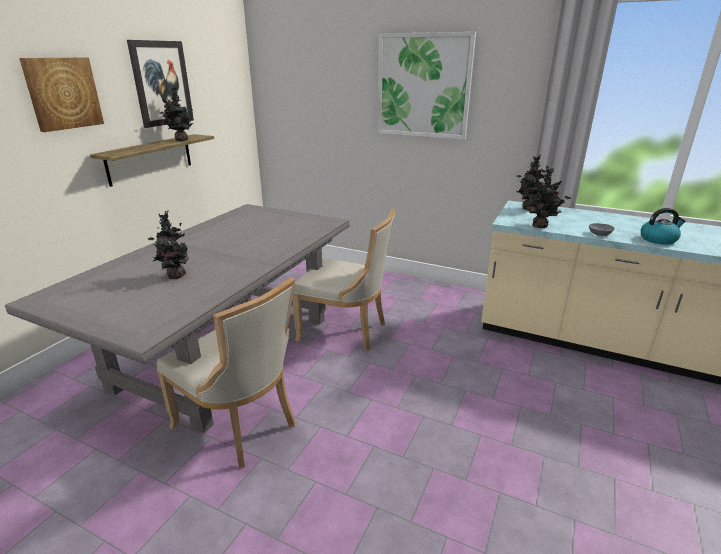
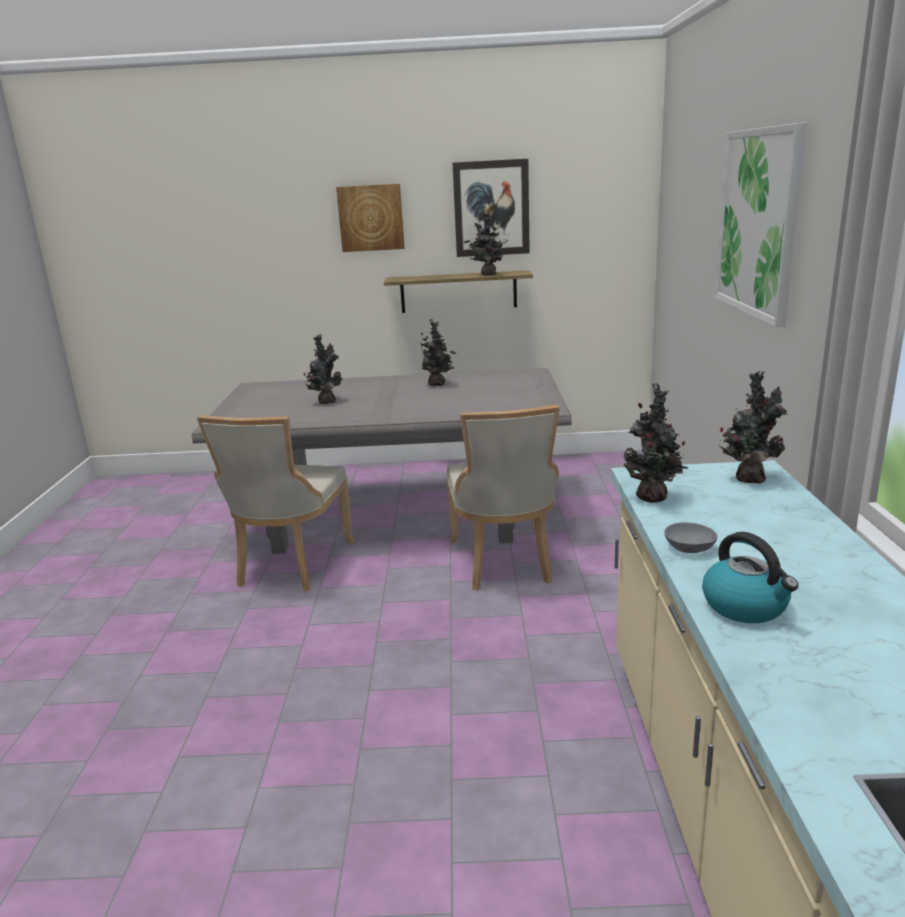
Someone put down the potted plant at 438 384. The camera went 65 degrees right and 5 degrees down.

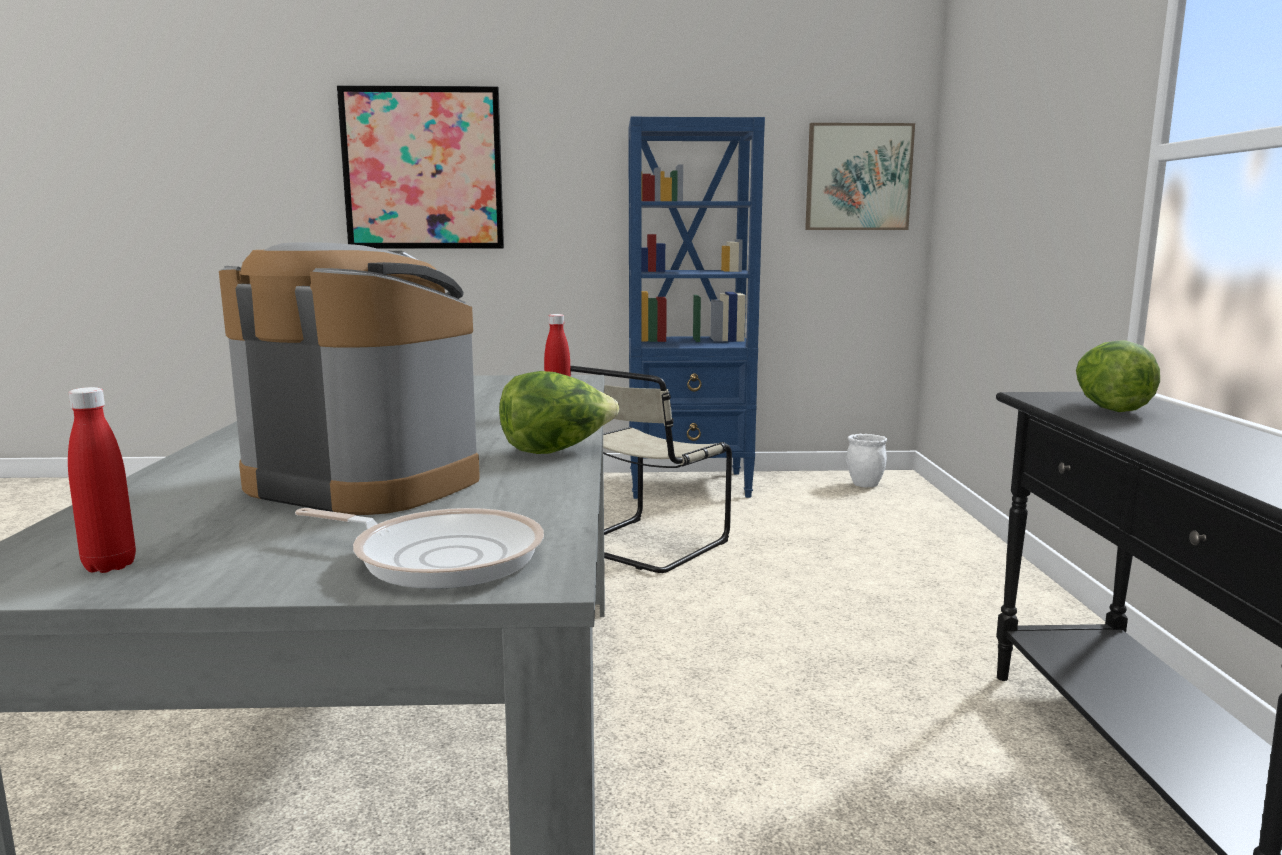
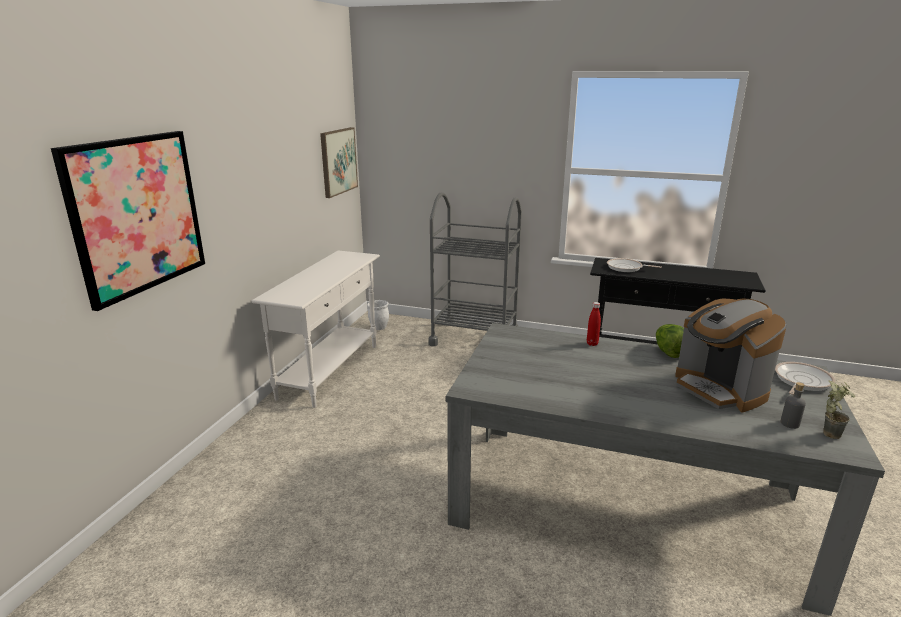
Someone swapped the blue bookcase at 690 485 for the white console table at 330 371. Someone rotated the coffee machine at 365 482 by 75 degrees counterclockwise. Someone swapped the lettuce at 1109 408 for the frying pan at 626 268. Someone took away the beige chair at 645 546. Someone swapped the red bottle at 109 566 for the potted plant at 829 432. Someone put down the grey cart at 474 338. Someone put down the grey bottle at 789 423. The camera went 70 degrees left and 10 degrees up.

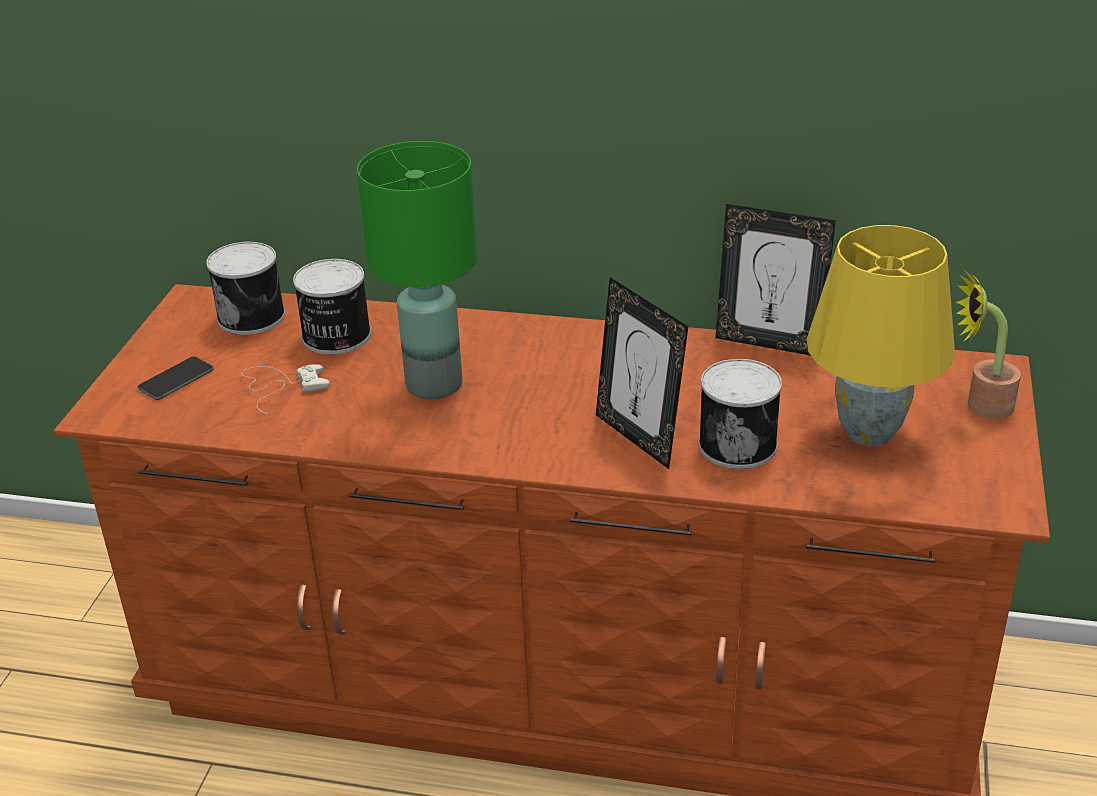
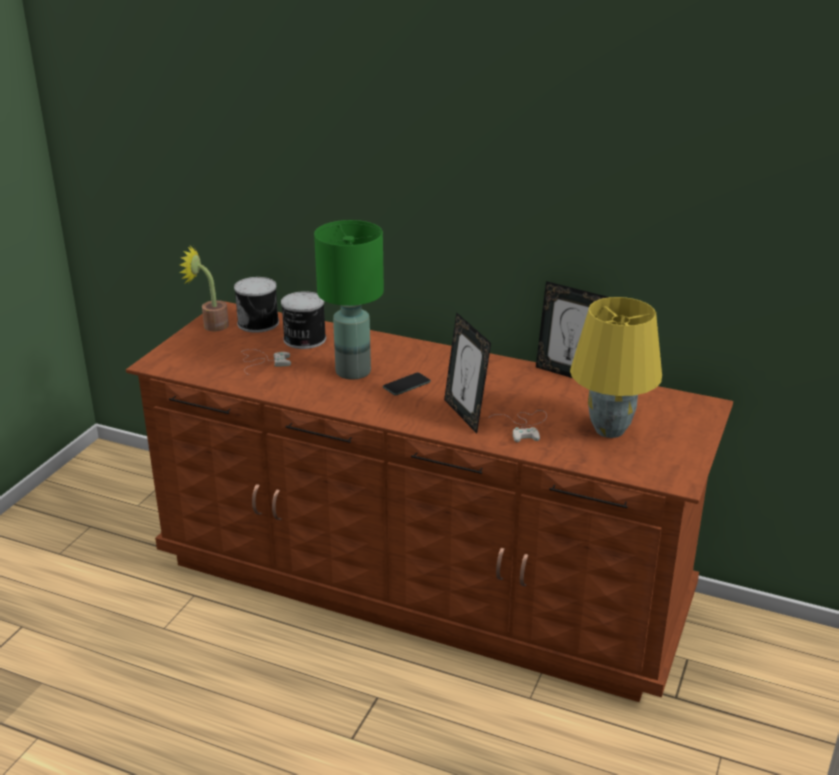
Someone carried the potted plant from 980 406 to 211 325. Someone carried the phone from 176 379 to 406 385. Someone swapped the can at 738 444 for the white game controller at 525 426. The camera went 10 degrees right and 5 degrees down.

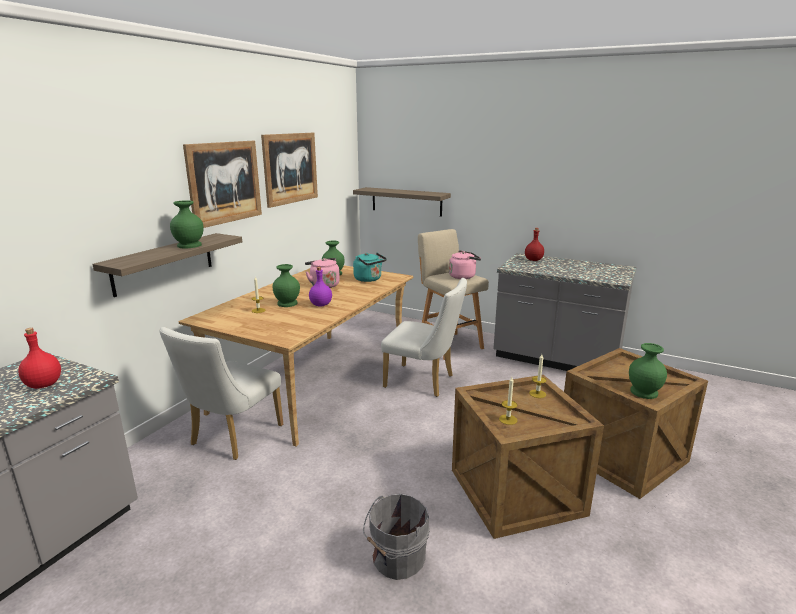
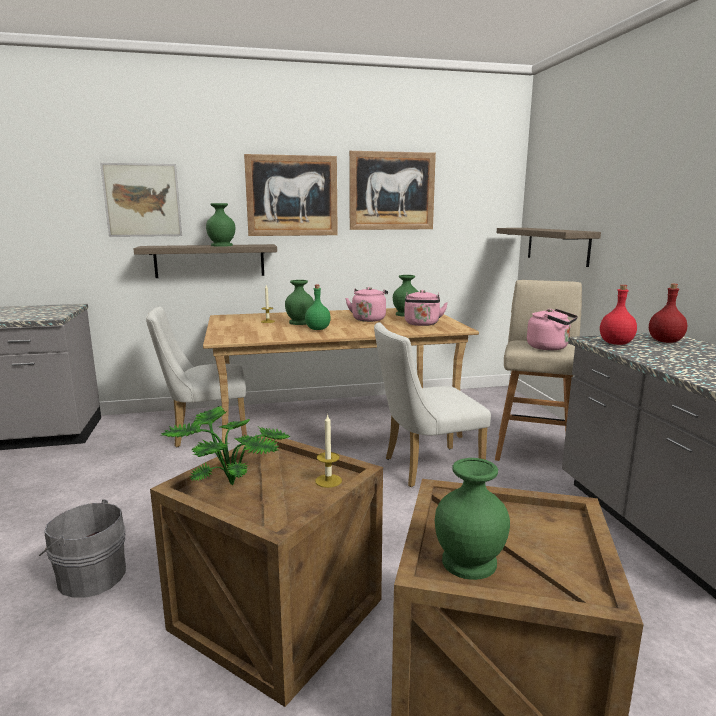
Someone repainted the turquoise kettle at 369 279, which became the pink kettle at 422 324. Someone repainted the purple bottle at 320 305, which became the green bottle at 318 329. Someone rotated the white chair at 424 382 by 90 degrees clockwise. Someone carried the red bottle from 43 385 to 615 343. Someone swapped the candle at 508 419 for the potted plant at 230 481. Someone put up the picture at 142 200. The camera went 50 degrees right and 5 degrees down.

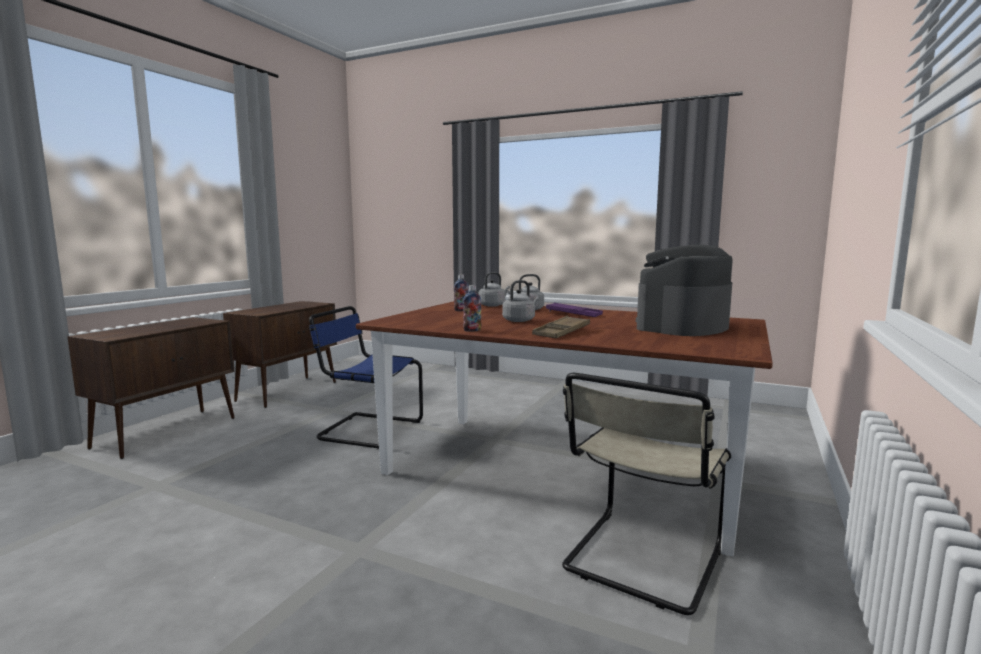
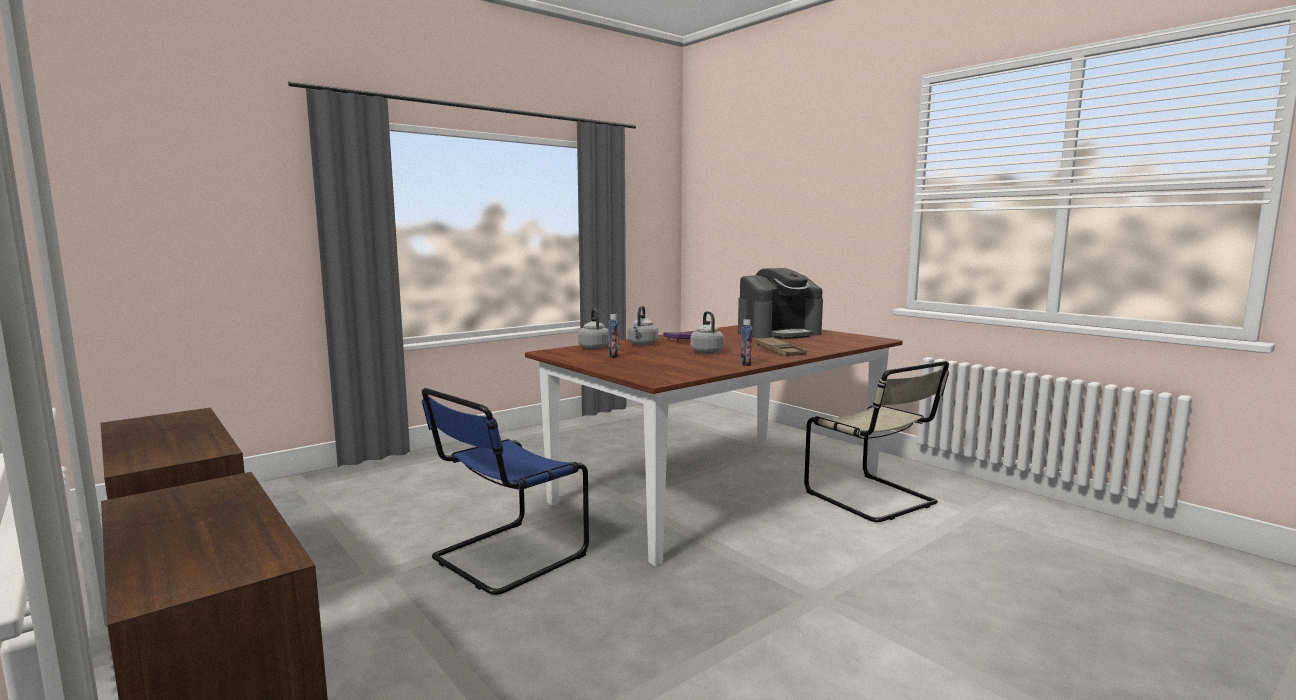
Someone rotated the coffee machine at 682 326 by 90 degrees counterclockwise. The camera went 65 degrees left and 0 degrees up.

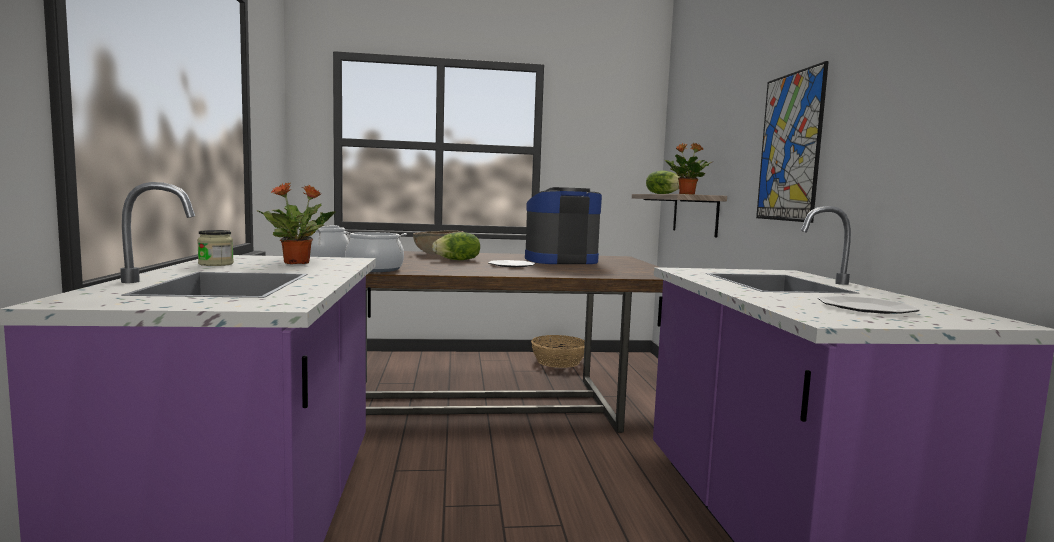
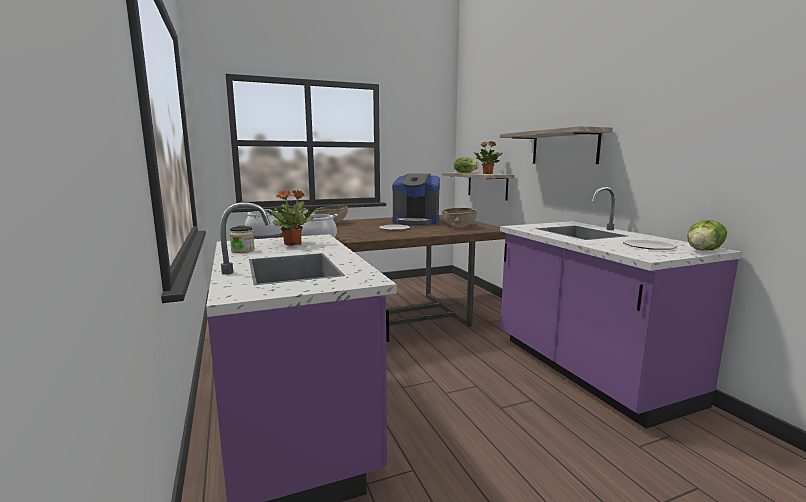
Someone swapped the picture at 790 147 for the shelf at 564 147. Someone rotated the coffee machine at 560 260 by 135 degrees counterclockwise. Someone carried the lettuce from 458 260 to 704 250. Someone took away the basket at 558 362. Someone put down the brown bowl at 459 226. The camera went 15 degrees left and 5 degrees up.

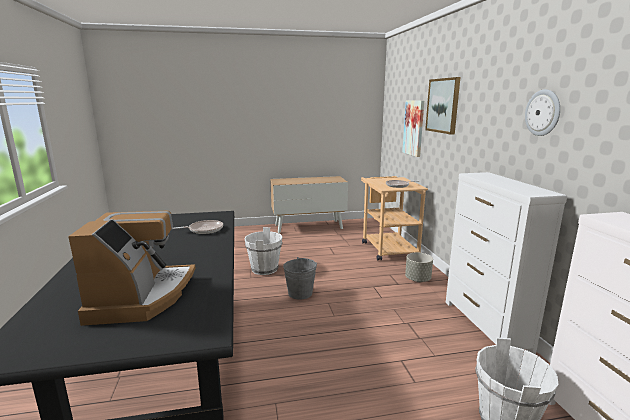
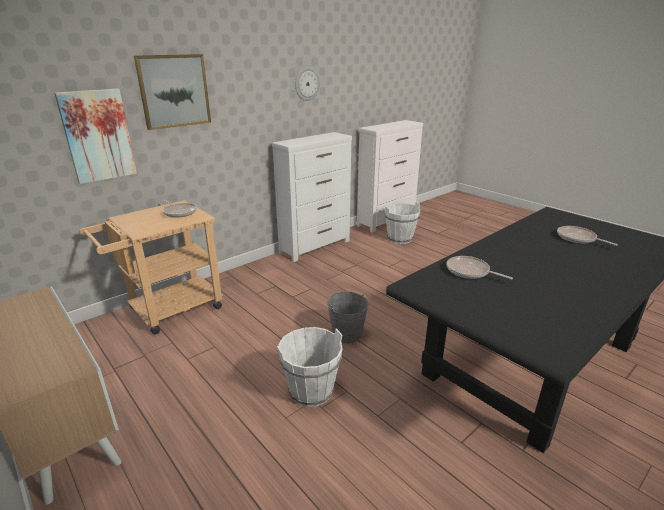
Someone swapped the coffee machine at 142 297 for the frying pan at 578 238. Someone took away the grey planter at 417 279. The camera went 120 degrees left and 10 degrees up.

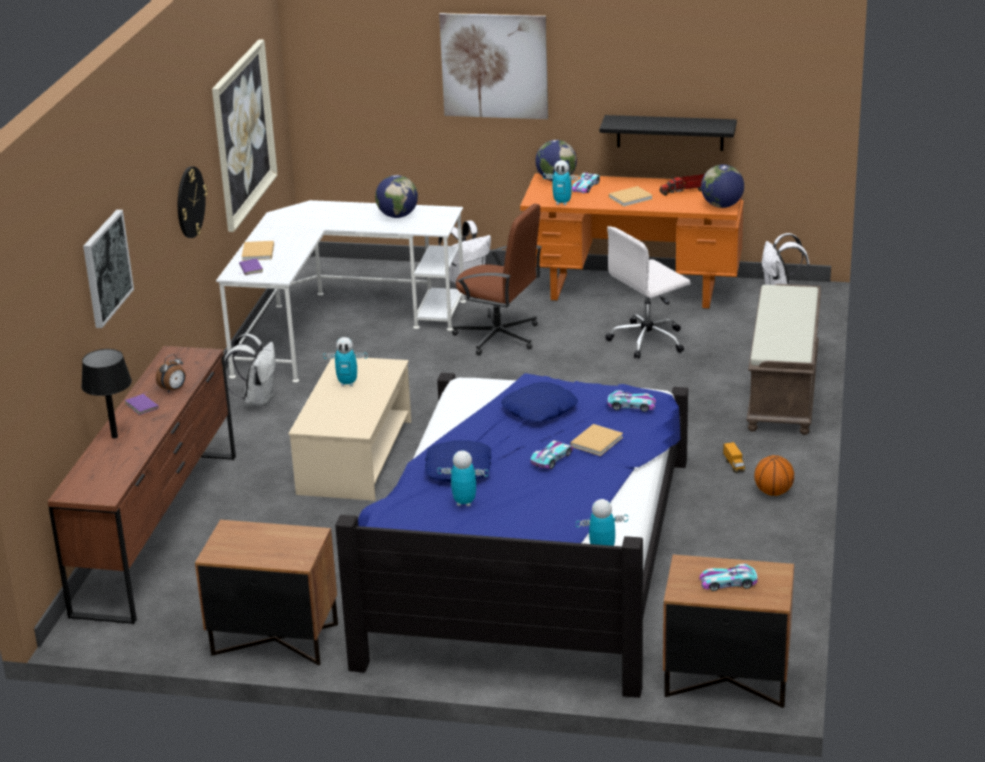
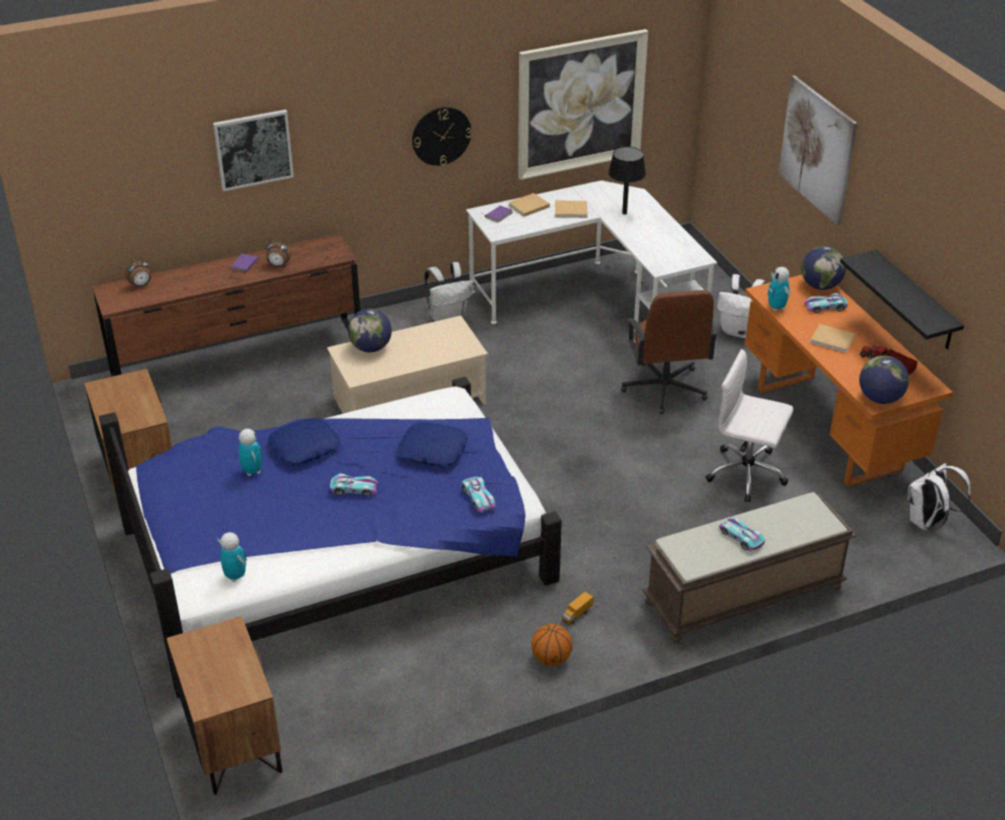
Someone carried the globe from 397 216 to 371 348. Someone took away the toy robot at 347 383. Someone carried the black table lamp from 114 436 to 624 213. Someone carried the beige book from 597 441 to 572 210. Someone carried the toy car from 728 582 to 741 537. Someone put down the alarm clock at 141 285. The camera went 55 degrees right and 10 degrees up.

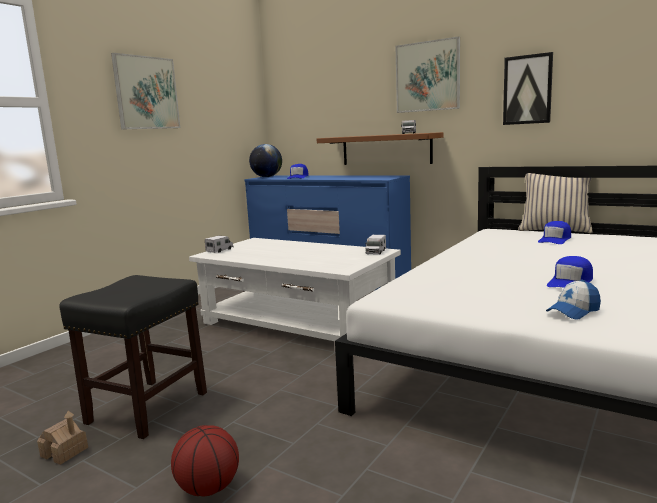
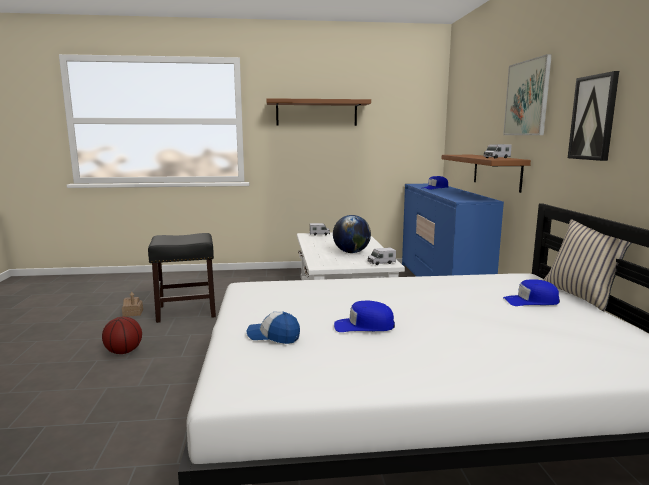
Someone swapped the picture at 146 93 for the brown shelf at 316 113. Someone carried the globe from 267 177 to 351 252. The camera went 50 degrees right and 0 degrees up.

